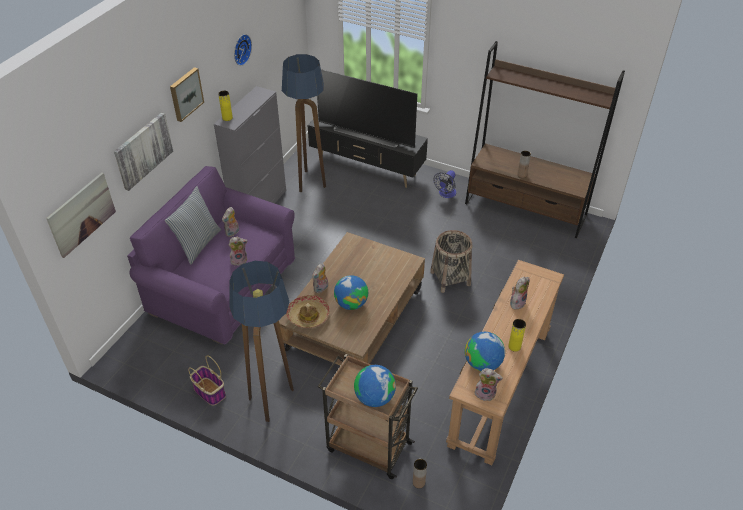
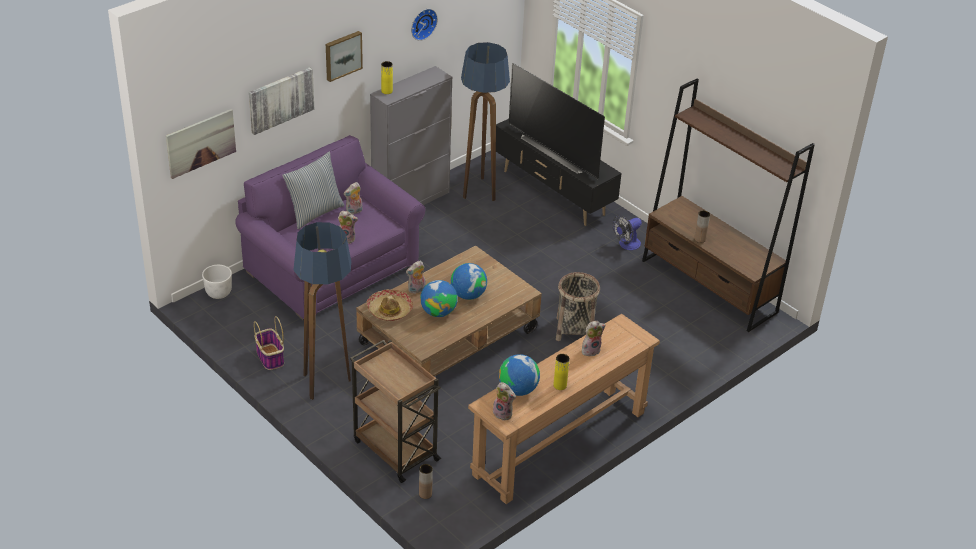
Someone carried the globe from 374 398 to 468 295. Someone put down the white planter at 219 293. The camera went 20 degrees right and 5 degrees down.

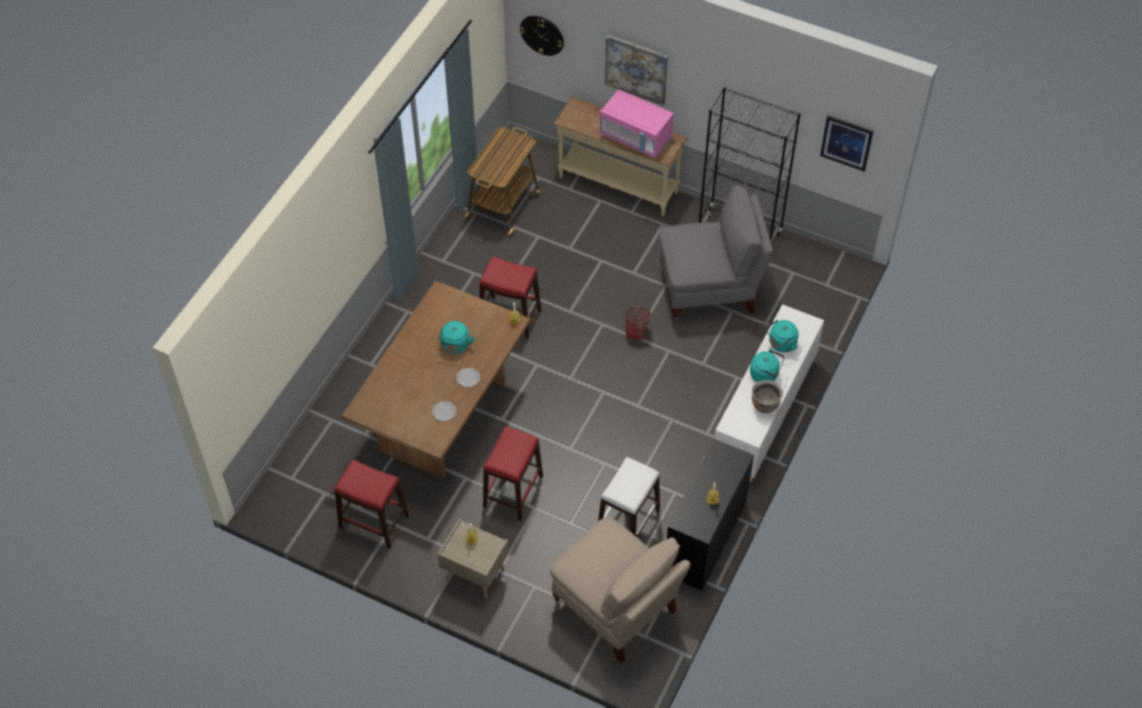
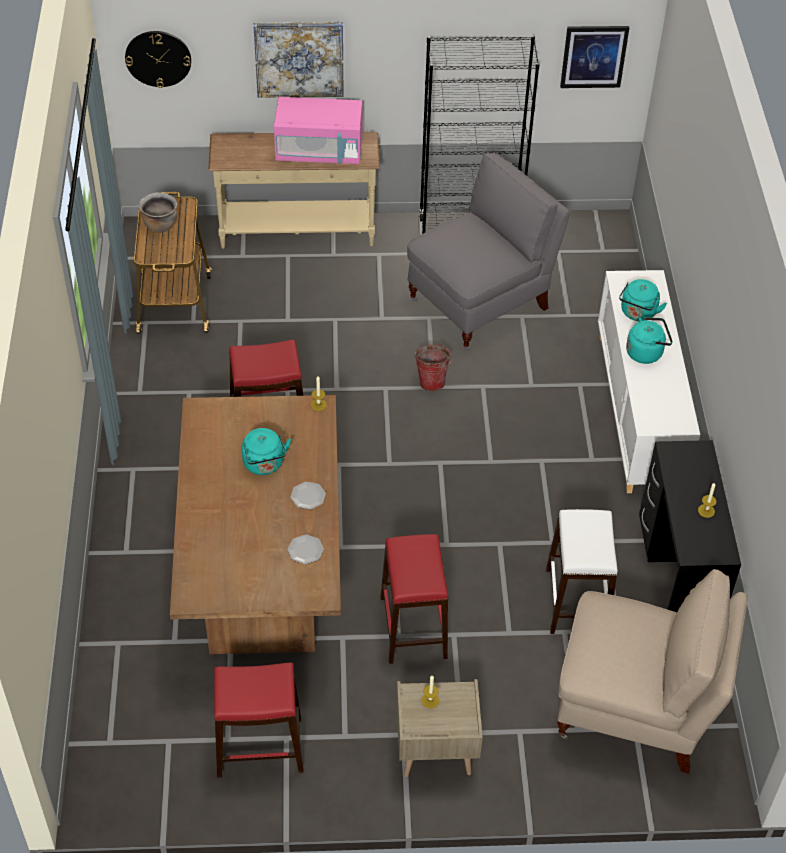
Someone carried the brown cooking pot from 764 405 to 160 225. The camera went 30 degrees left and 5 degrees down.

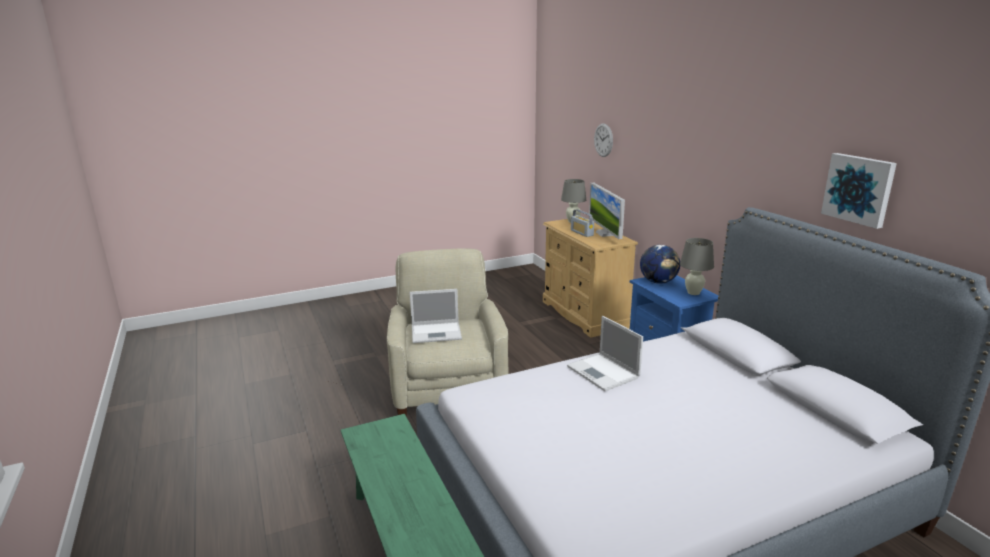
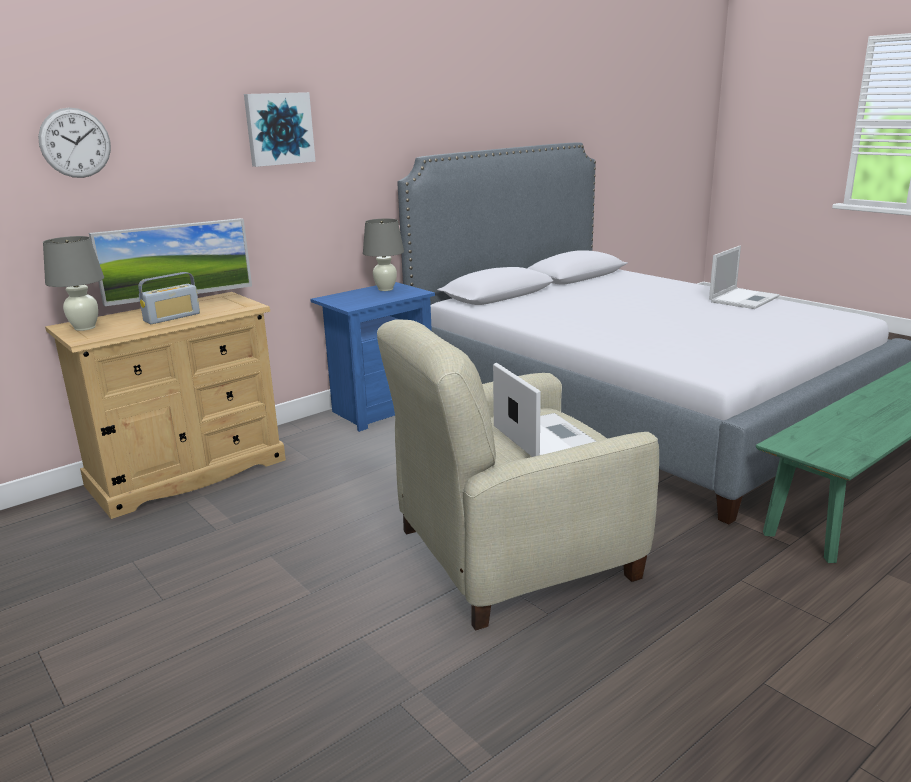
Someone carried the picture from 859 189 to 279 129. Someone took away the globe at 658 282. Someone carried the laptop from 604 372 to 744 299. The camera went 105 degrees left and 0 degrees up.

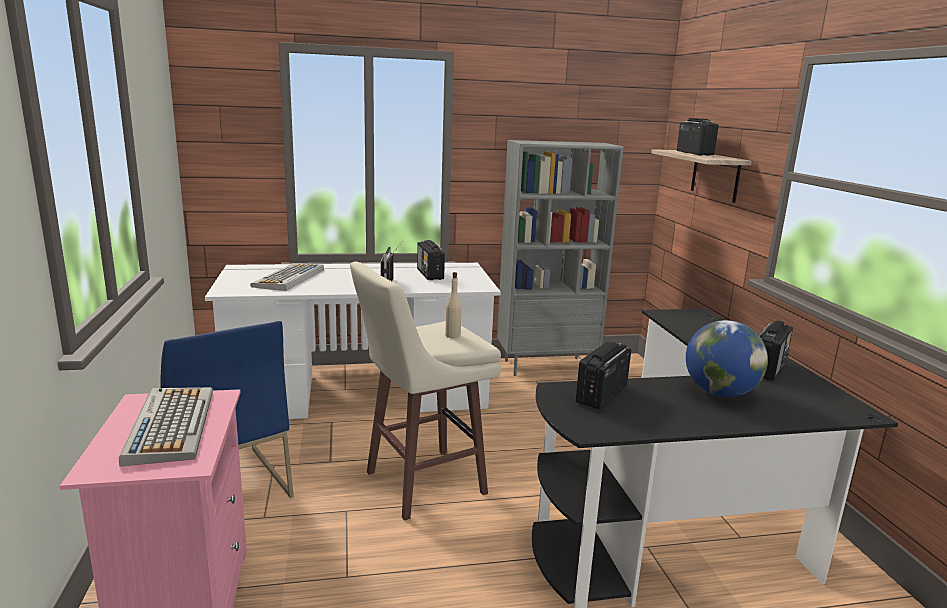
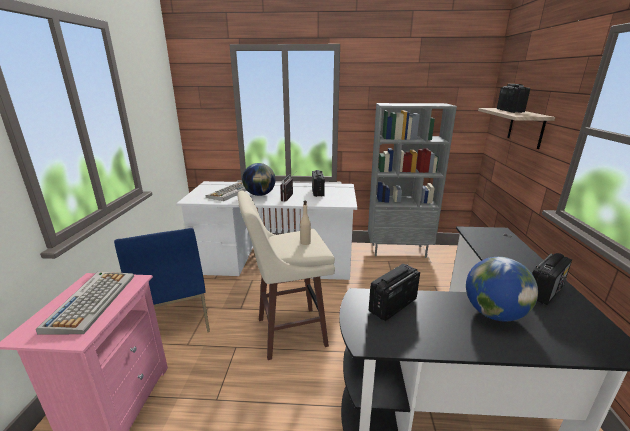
Someone put down the globe at 260 194. The camera went 15 degrees right and 5 degrees up.

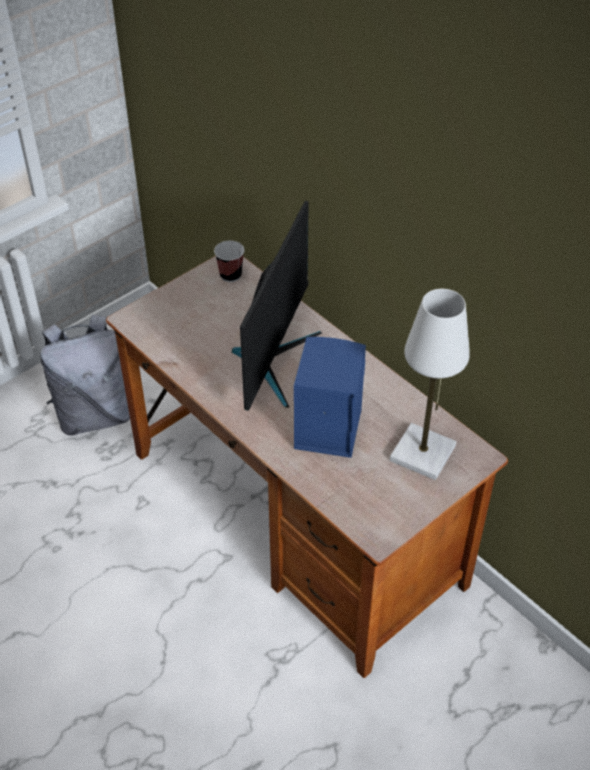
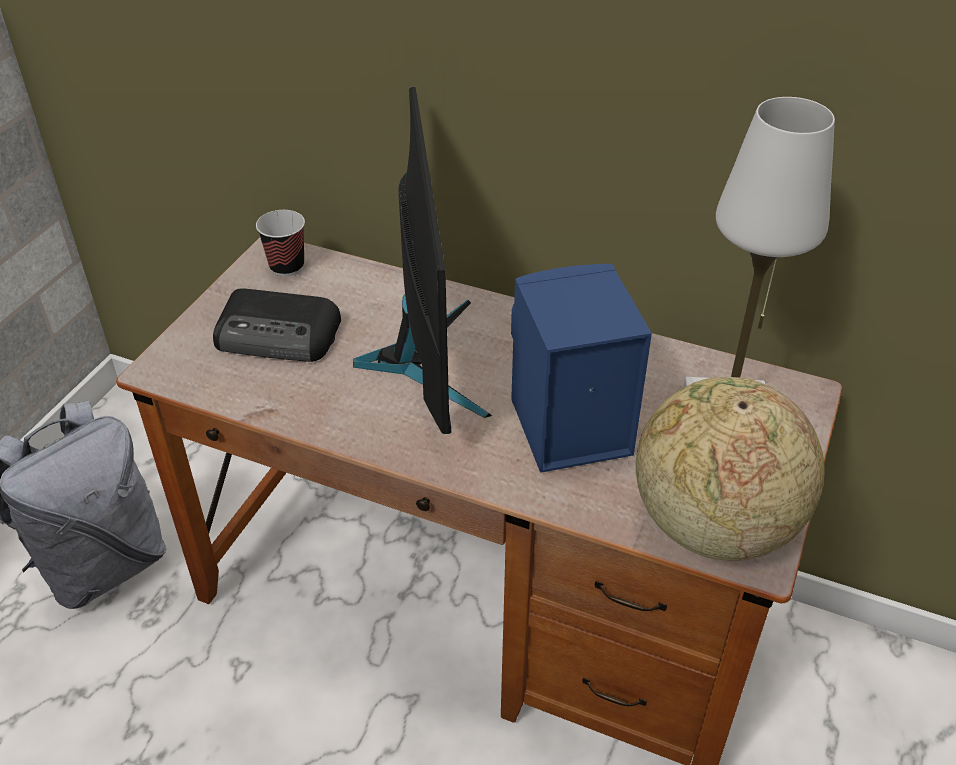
Someone put down the radio at 279 335. Someone put down the globe at 712 525. The camera went 25 degrees left and 5 degrees down.

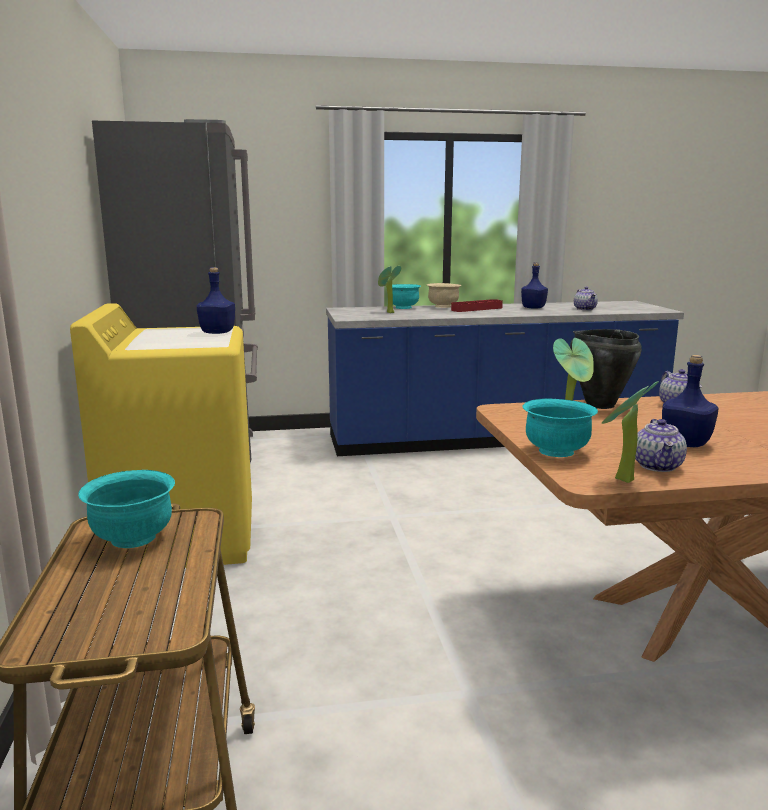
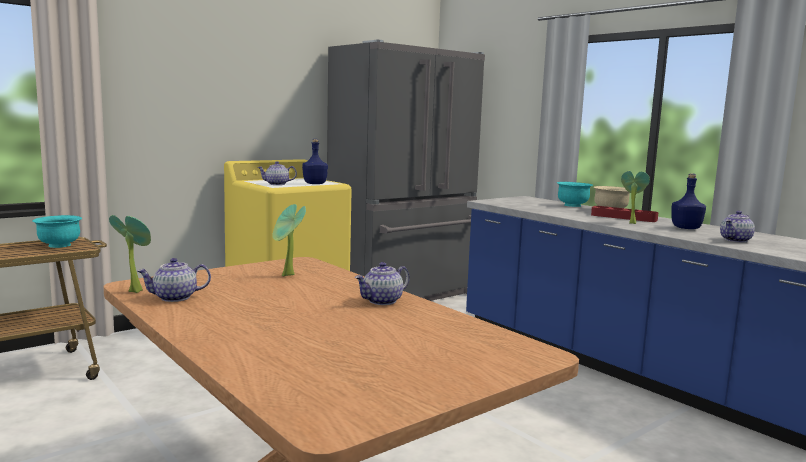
Someone carried the potted plant from 388 313 to 631 223. Someone took away the black cooking pot at 599 405. Someone took away the blue bottle at 686 443. Someone took away the turquoise bowl at 556 451. Someone put down the teapot at 276 184. The camera went 60 degrees right and 5 degrees down.

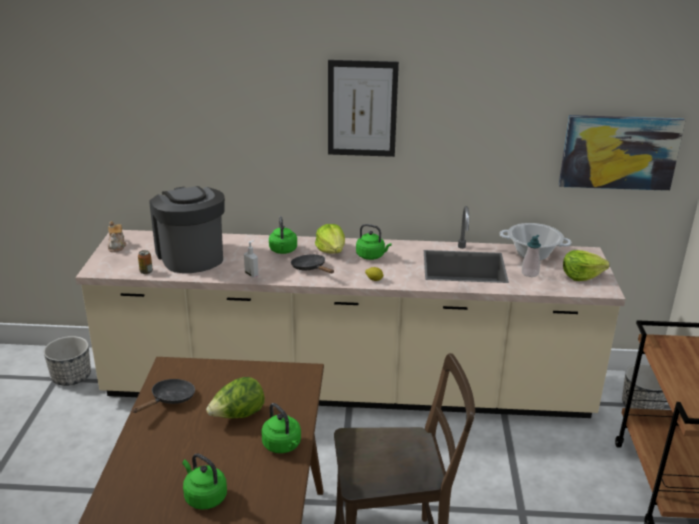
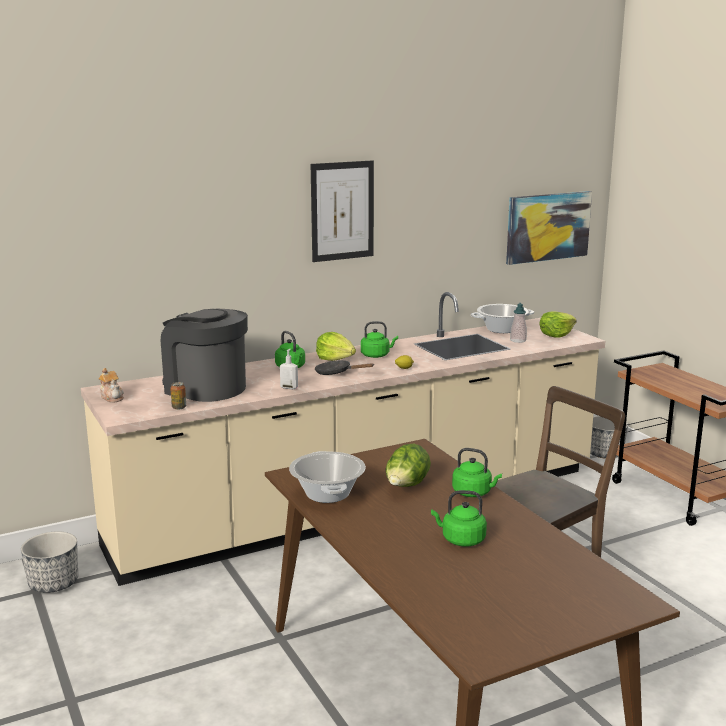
Someone swapped the black frying pan at 170 399 for the cooking pot at 328 494. The camera went 30 degrees left and 10 degrees down.

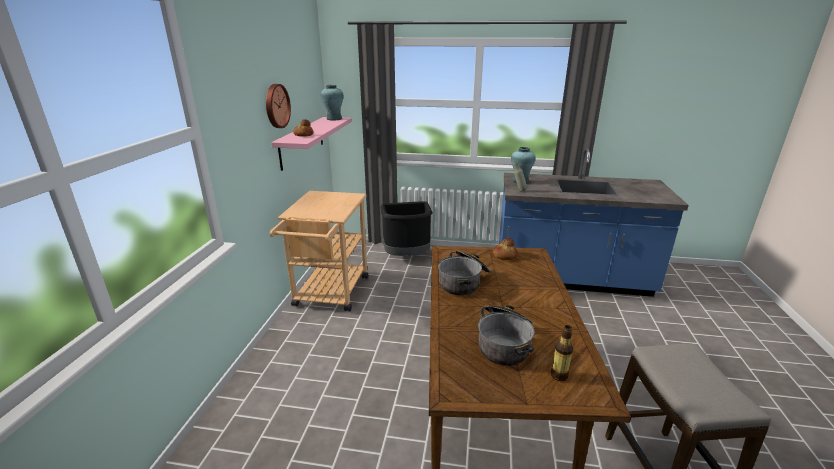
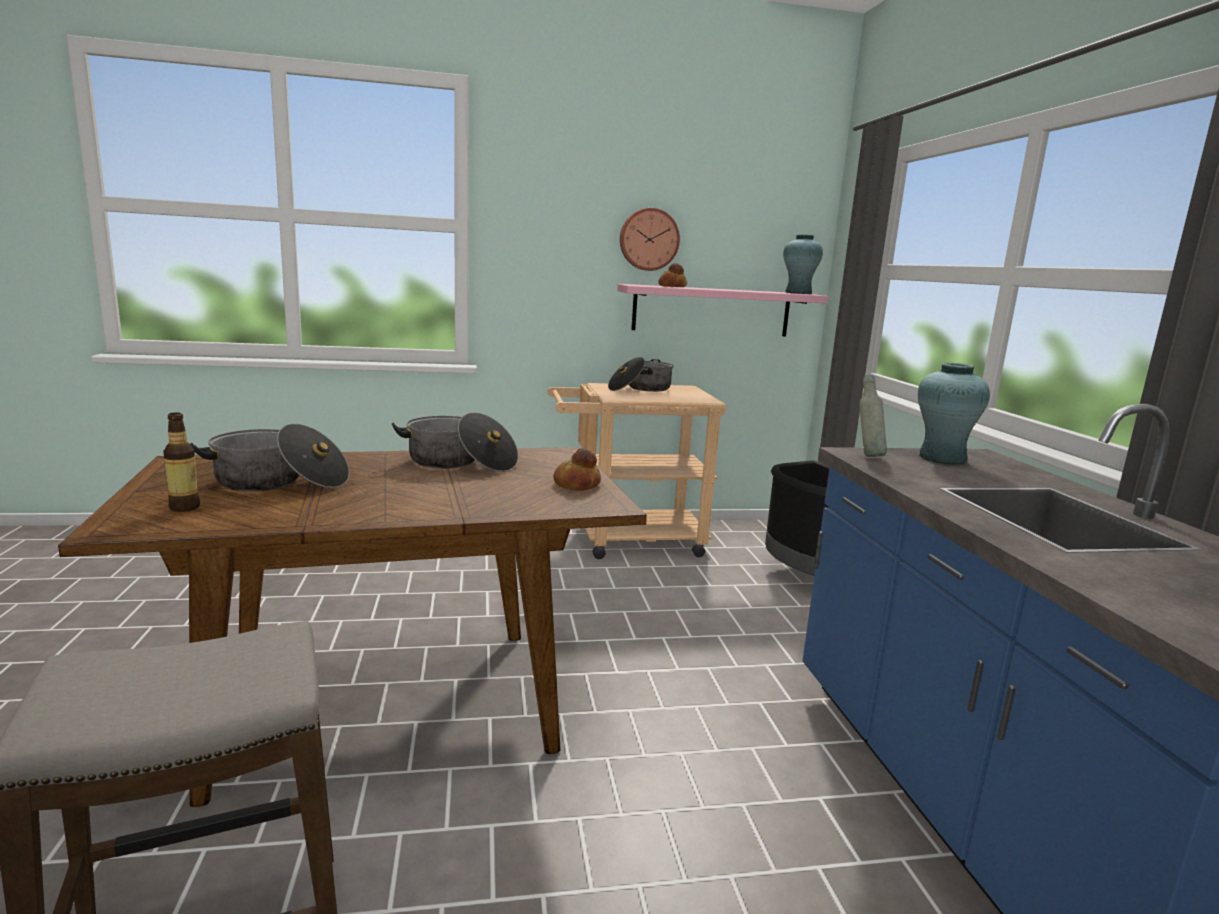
Someone put down the cooking pot at 640 389. The camera went 70 degrees right and 10 degrees down.

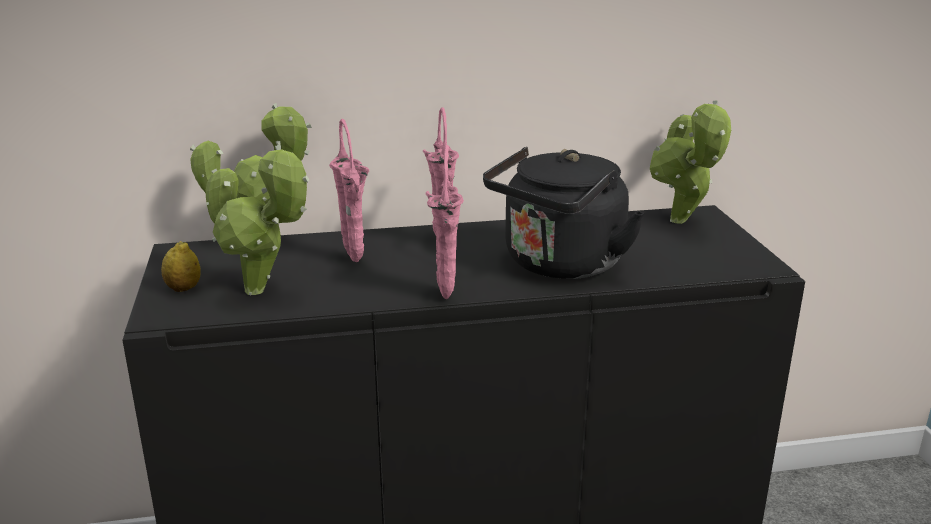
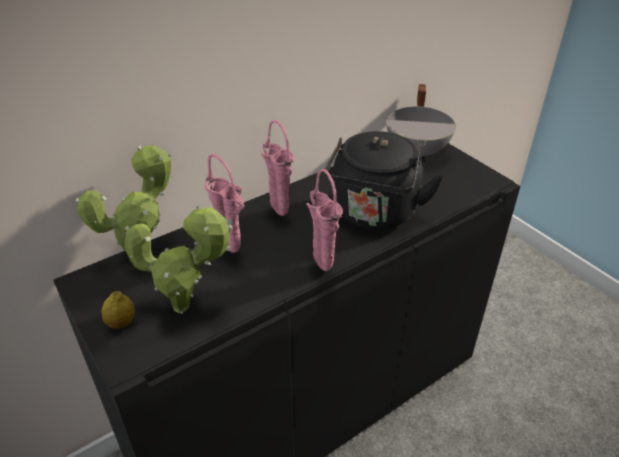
Someone swapped the potted plant at 681 223 for the grey cooking pot at 418 151. The camera went 25 degrees left and 15 degrees up.

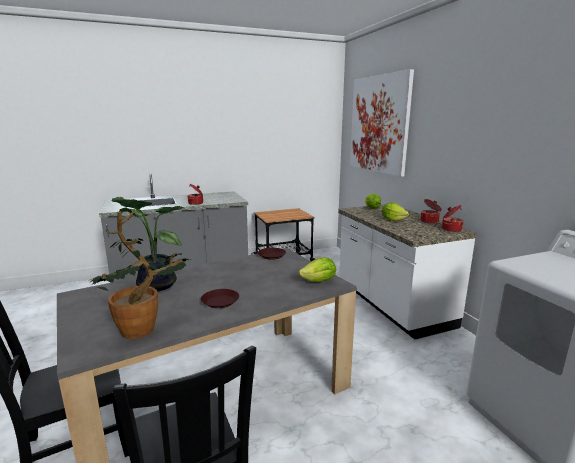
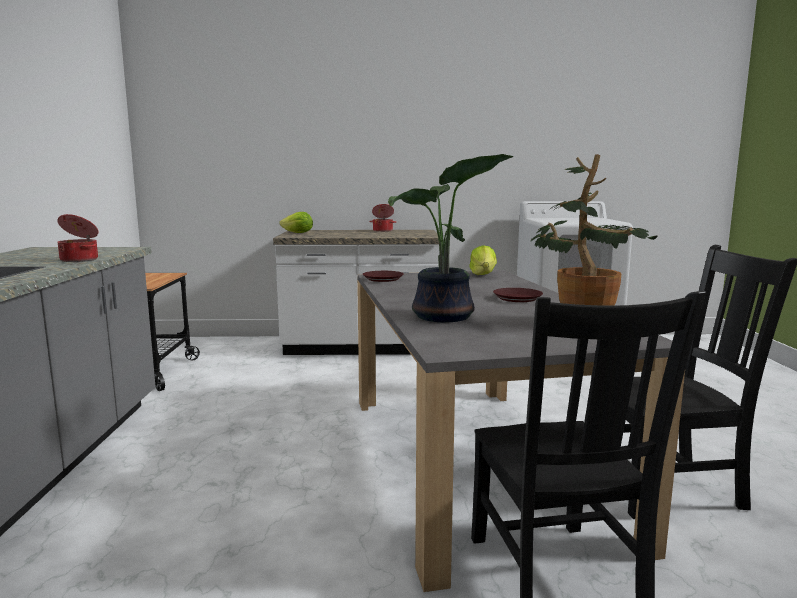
Someone took away the picture at 379 124. Someone took away the lettuce at 393 220. Someone took away the cooking pot at 450 229. The camera went 70 degrees left and 5 degrees down.

